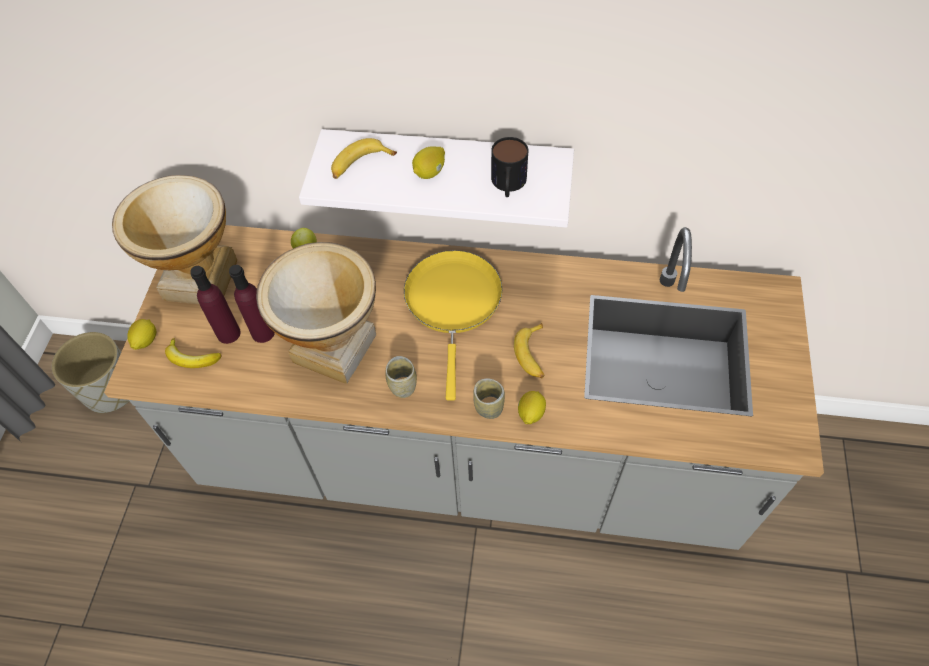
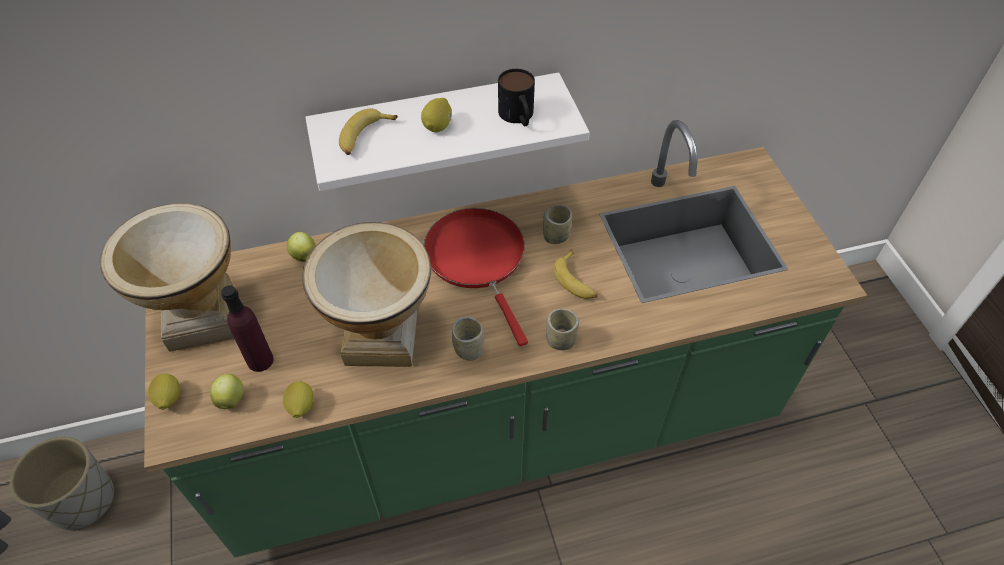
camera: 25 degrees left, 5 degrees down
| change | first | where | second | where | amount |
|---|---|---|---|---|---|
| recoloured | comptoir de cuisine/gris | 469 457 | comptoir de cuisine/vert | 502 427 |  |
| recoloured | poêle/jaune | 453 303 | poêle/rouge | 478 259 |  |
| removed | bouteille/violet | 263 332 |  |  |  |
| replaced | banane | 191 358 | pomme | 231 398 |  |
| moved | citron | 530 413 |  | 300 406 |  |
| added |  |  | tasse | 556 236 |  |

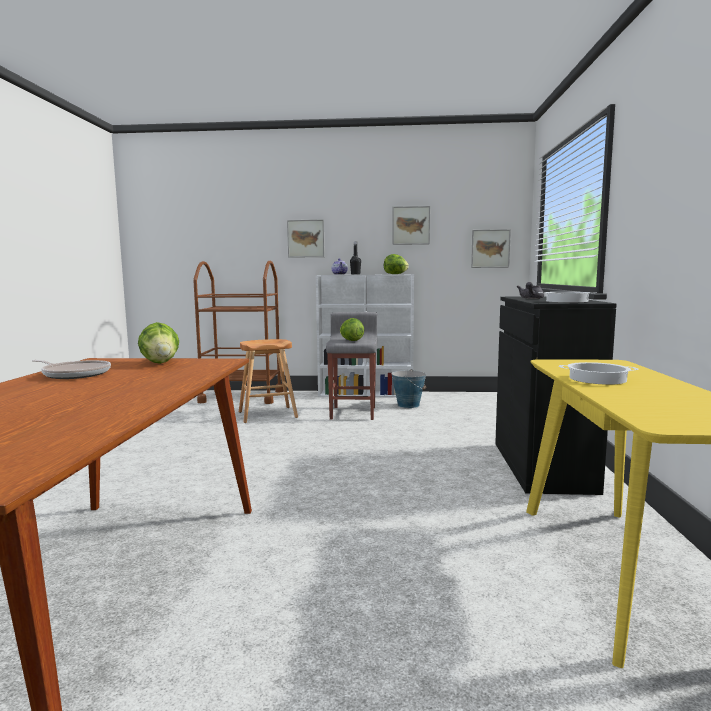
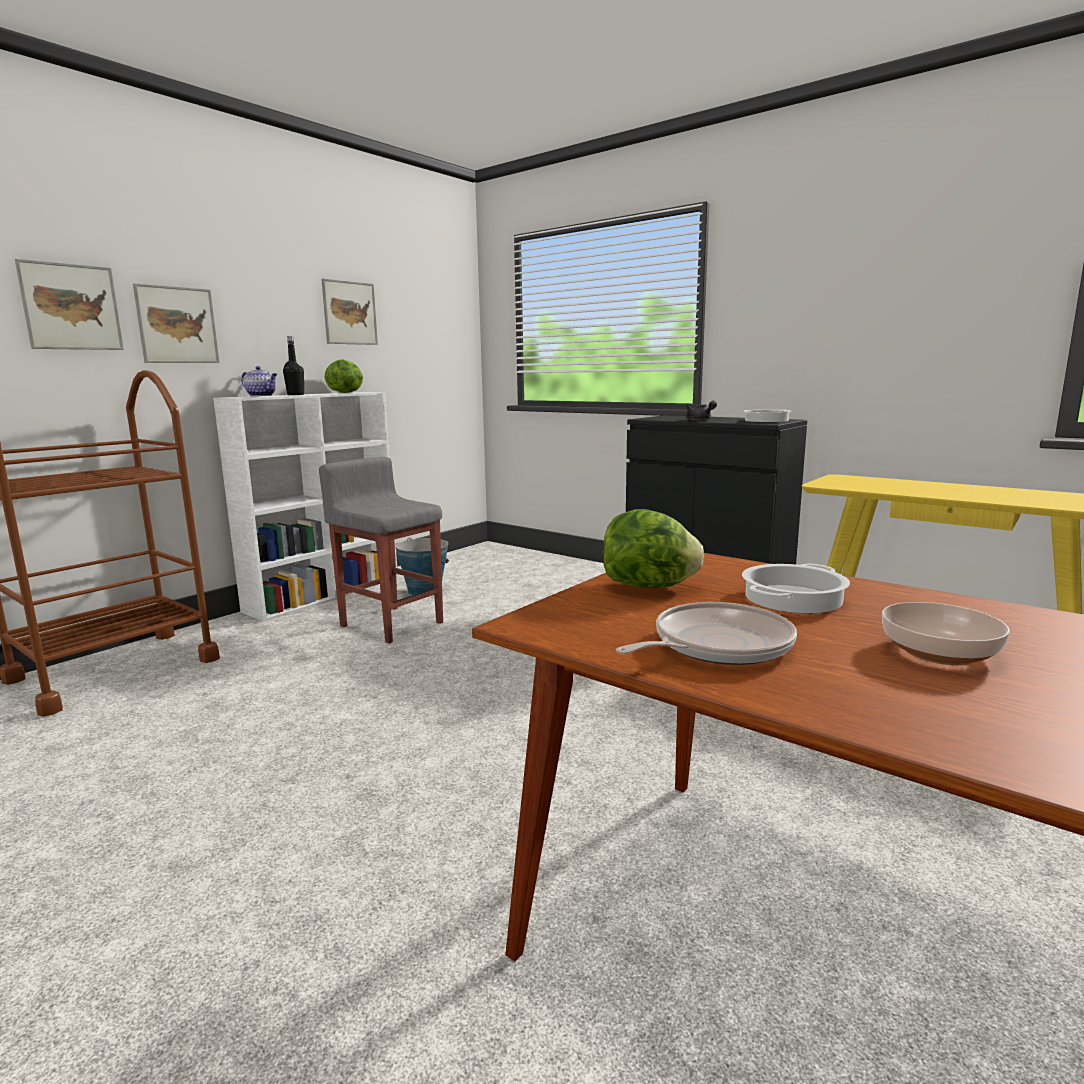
camera: 55 degrees left, 5 degrees up
| change | first | where | second | where | amount |
|---|---|---|---|---|---|
| moved | tableau | 490 248 |  | 71 307 |  |
| removed | laitue | 351 340 |  |  |  |
| removed | tabouret/marron | 267 415 |  |  |  |
| moved | marmite | 597 379 |  | 792 598 |  |
| added |  |  | bol | 939 653 |  |

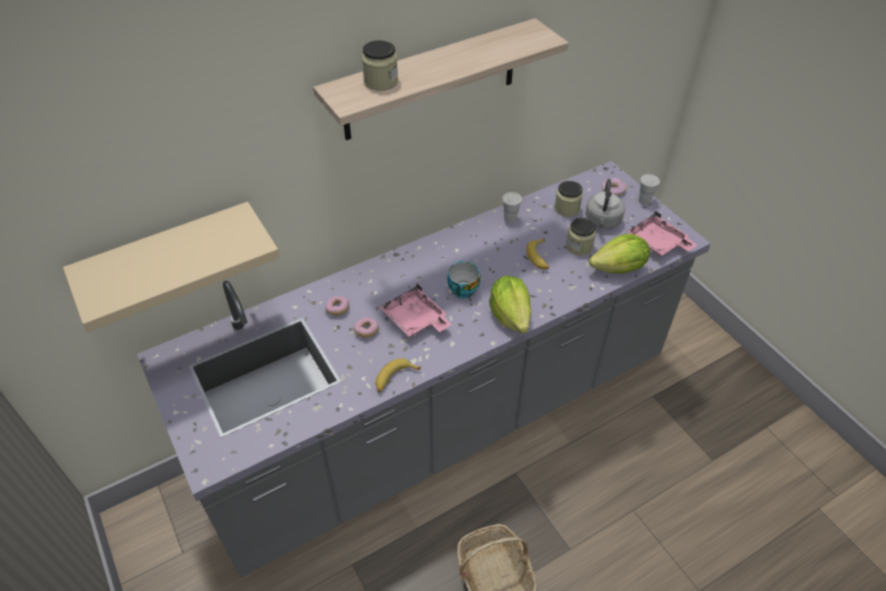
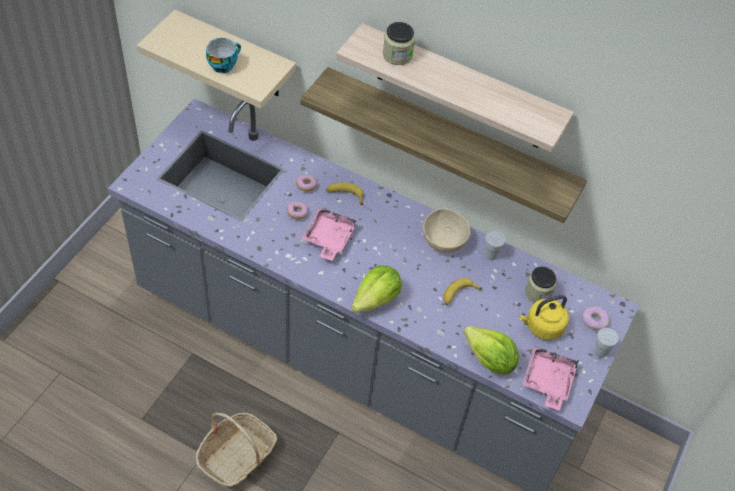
camera: 55 degrees right, 5 degrees up
| change | first | where | second | where | amount |
|---|---|---|---|---|---|
| recoloured | bouilloire/gris | 602 222 | bouilloire/jaune | 542 327 |  |
| removed | bocal | 579 246 |  |  |  |
| moved | tasse | 462 289 |  | 223 64 |  |
| moved | banane | 394 378 |  | 345 195 |  |
| added |  |  | étagère | 448 141 |  |
| added |  |  | bol/beige | 444 240 |  |

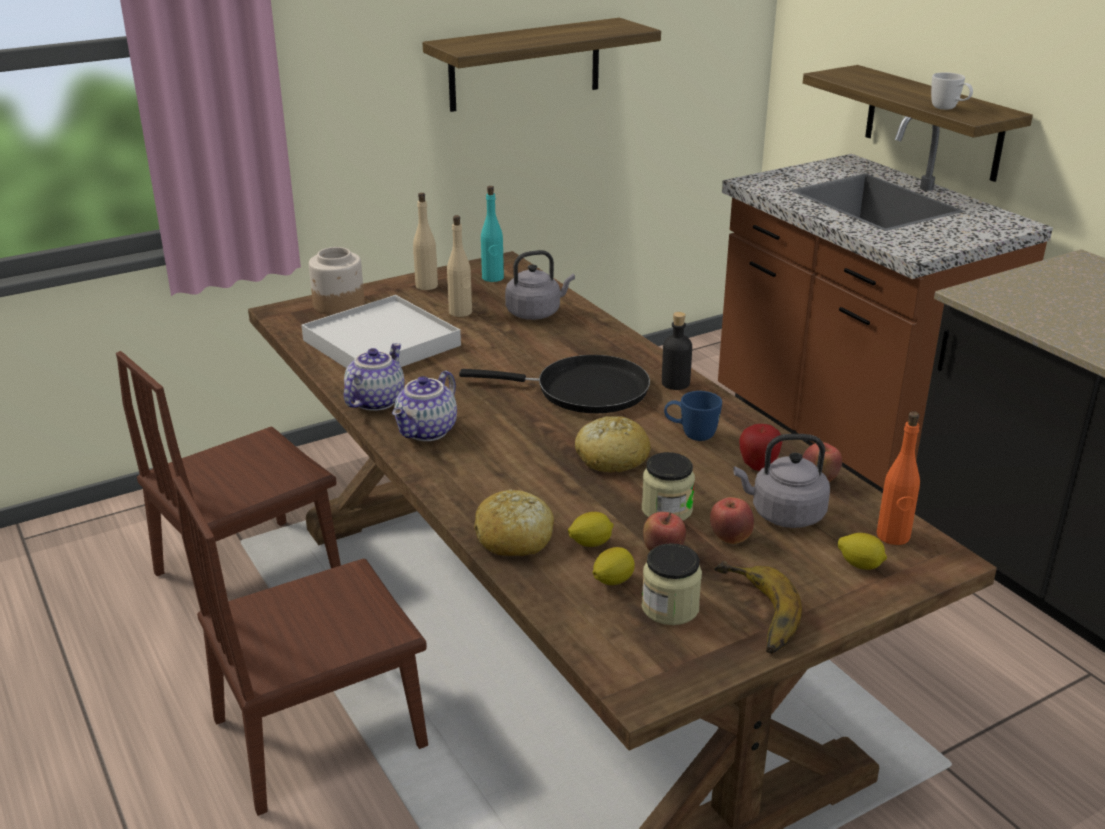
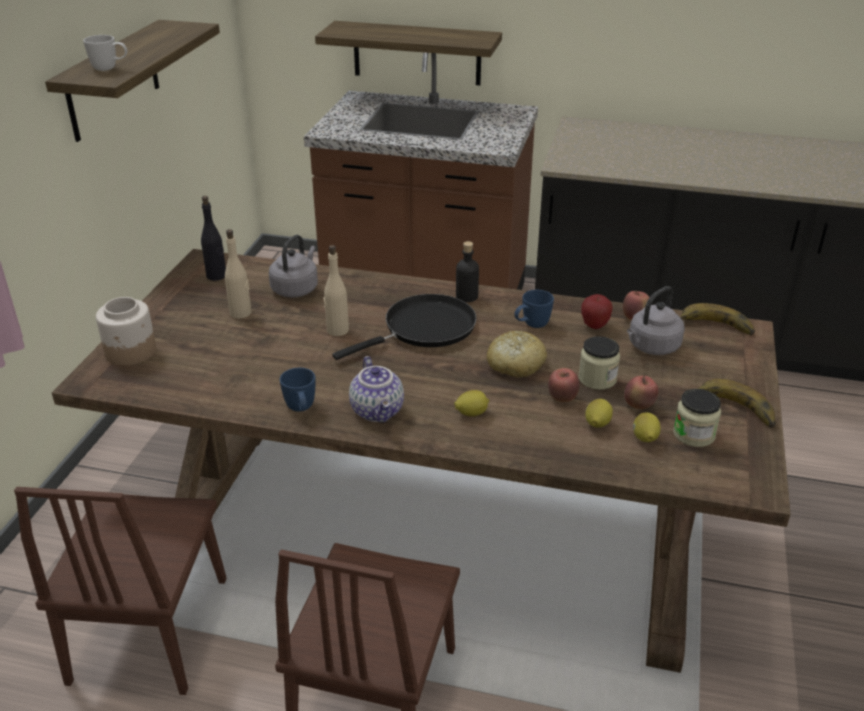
camera: 45 degrees left, 5 degrees up
| change | first | where | second | where | amount |
|---|---|---|---|---|---|
| moved | mug/blanc | 949 109 |  | 110 69 |  |
| recoloured | bouteille/turquoise | 492 278 | bouteille/noir | 217 276 |  |
| moved | bouteille/beige | 426 286 |  | 337 330 |  |
| removed | plateau/blanc | 381 343 |  |  |  |
| replaced | théière | 375 401 | mug/bleu | 301 410 |  |
| replaced | bouteille/orange | 893 536 | banane | 713 330 |  |
| removed | pain | 514 538 |  |  |  |
| moved | pomme | 730 539 |  | 562 398 |  |
| moved | citron | 860 565 |  | 471 413 |  |

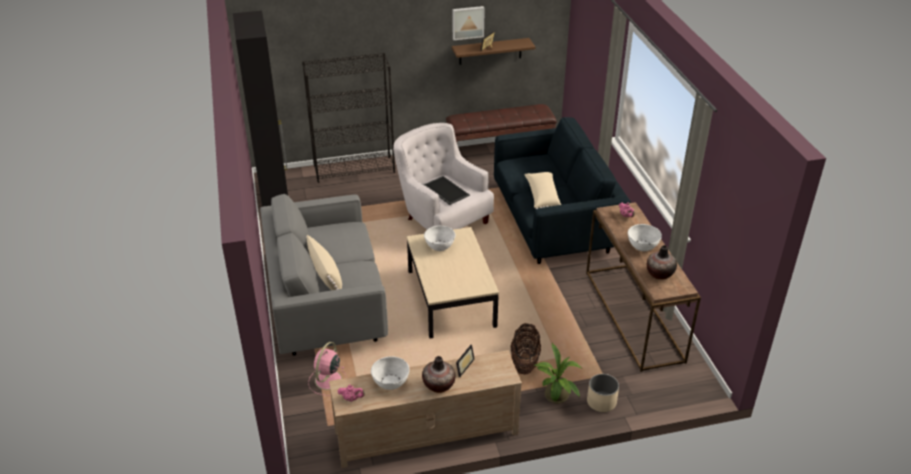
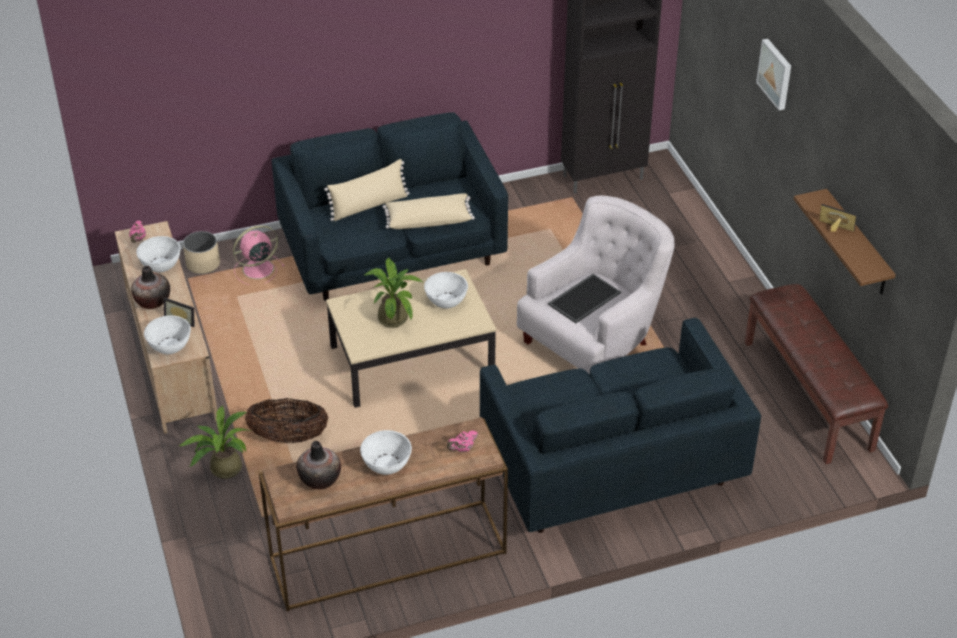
camera: 85 degrees right, 5 degrees up
| change | first | where | second | where | amount |
|---|---|---|---|---|---|
| moved | tableau | 467 22 |  | 776 73 |  |
| removed | bibliothèque/noir | 355 169 |  |  |  |
| moved | coussin/beige | 542 197 |  | 428 220 |  |
| recoloured | canapé/gris | 326 303 | canapé/bleu | 392 251 |  |
| turned | ventilateur/rose | 327 381 |  | 257 270 | 45 degrees counterclockwise |
| moved | cache-pot/beige | 601 402 |  | 203 264 |  |
| added |  |  | plante en pot | 393 316 |  |
| added |  |  | bol/blanc | 169 346 |  |

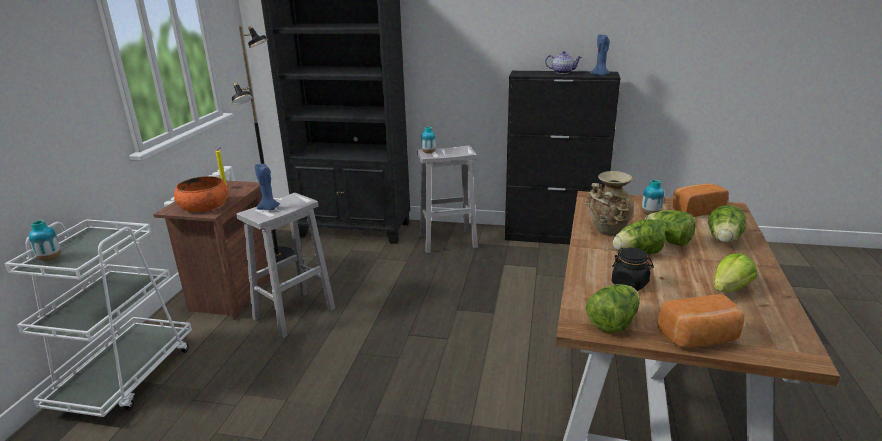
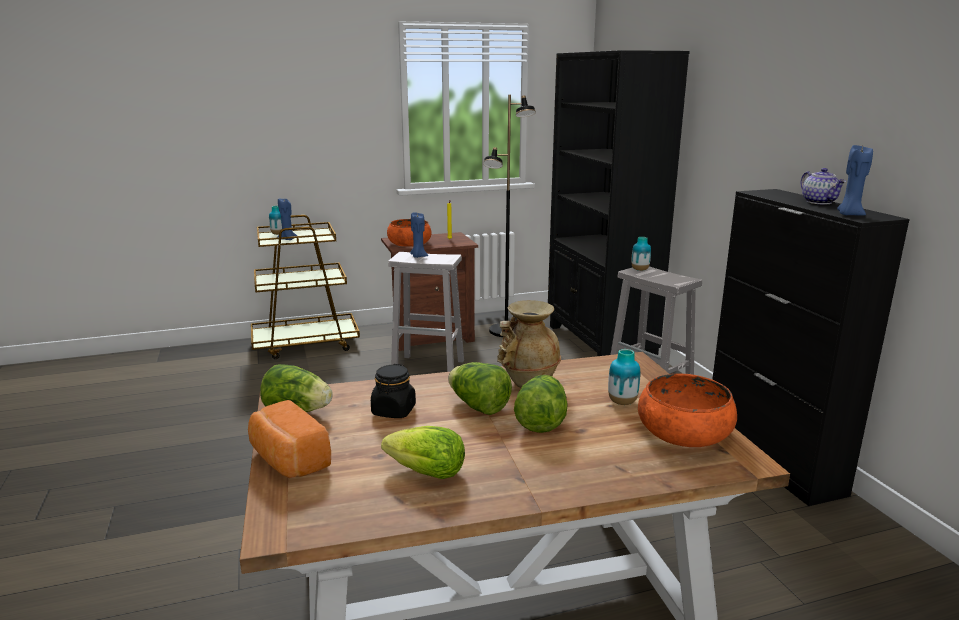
camera: 60 degrees right, 5 degrees down
| change | first | where | second | where | amount |
|---|---|---|---|---|---|
| replaced | pain | 695 210 | bol/orange | 684 432 |  |
| removed | laitue | 723 240 |  |  |  |
| recoloured | chariot/blanc | 125 376 | chariot/marron | 306 344 |  |
| added |  |  | bougie/bleu | 288 239 |  |

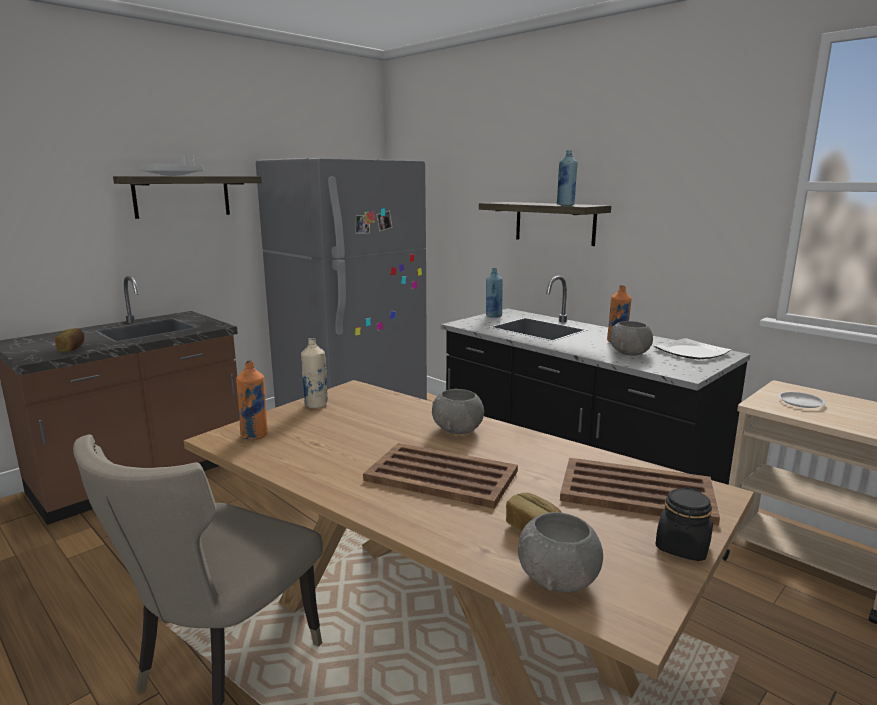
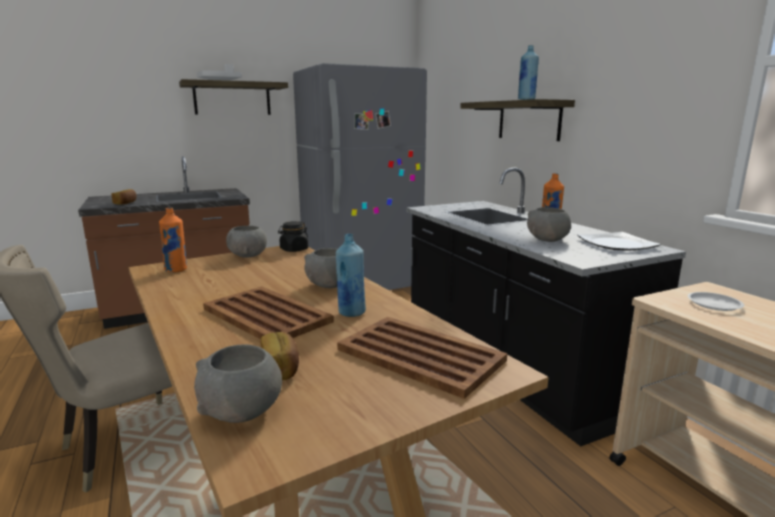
camera: 20 degrees right, 0 degrees up
| change | first | where | second | where | amount |
|---|---|---|---|---|---|
| moved | bouteille/bleu | 493 316 |  | 351 312 |  |
| replaced | bouteille/beige | 316 405 | bol/gris | 248 255 |  |
| moved | bocal/noir | 682 547 |  | 294 249 |  |

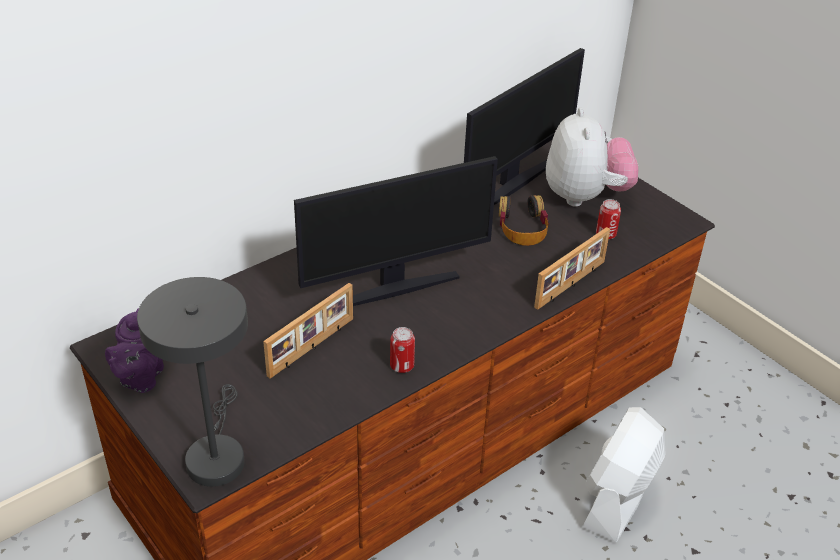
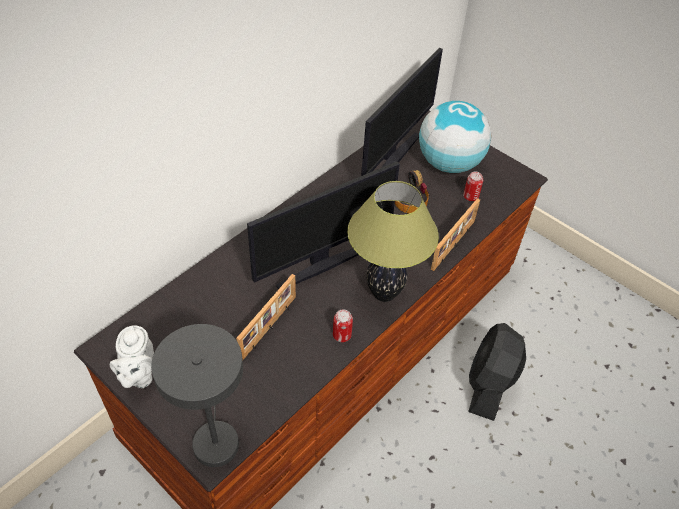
camera: 10 degrees left, 10 degrees up
| change | first | where | second | where | amount |
|---|---|---|---|---|---|
| replaced | peluche | 585 196 | globe | 448 163 |  |
| recoloured | théière/violet | 140 378 | théière/blanc | 138 375 |  |
| recoloured | ventilateur/blanc | 618 498 | ventilateur/noir | 489 384 |  |
| added |  |  | lampe de table | 383 293 |  |

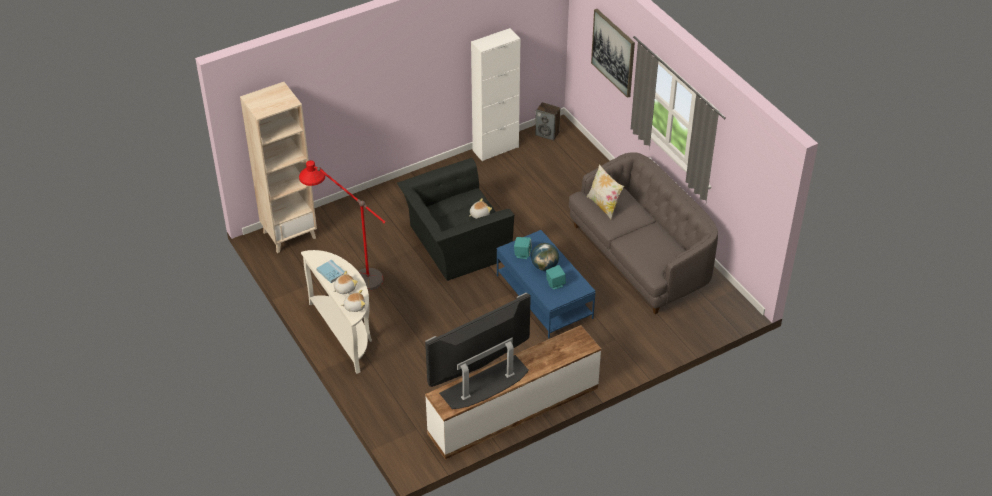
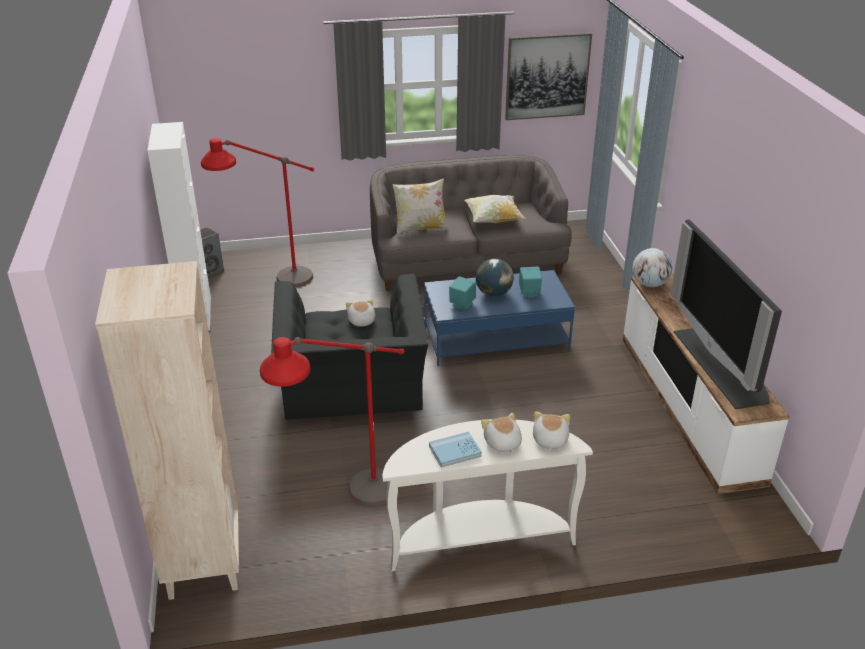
camera: 70 degrees left, 10 degrees down
| change | first | where | second | where | amount |
|---|---|---|---|---|---|
| moved | tableau | 613 52 |  | 547 76 |  |
| added |  |  | lampadaire/rouge | 272 286 |  |
| added |  |  | coussin | 493 220 |  |
| added |  |  | globe | 649 284 |  |

